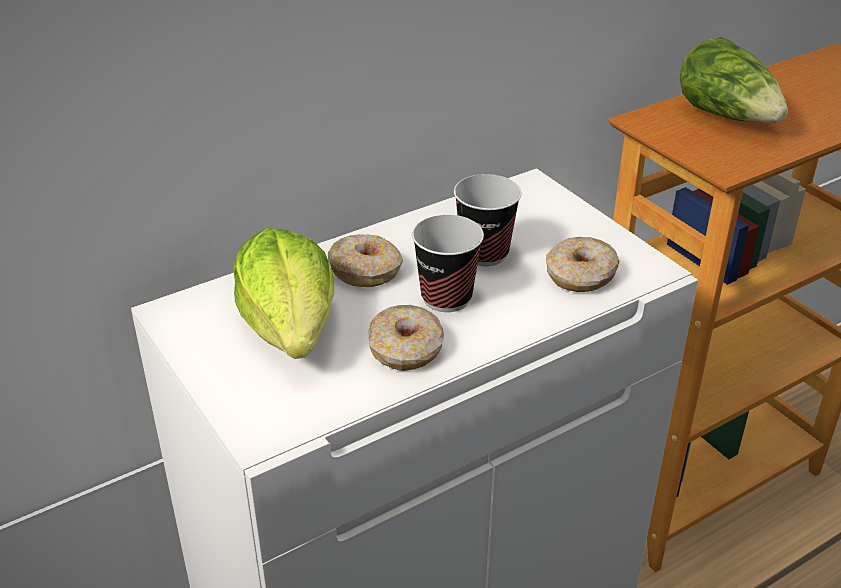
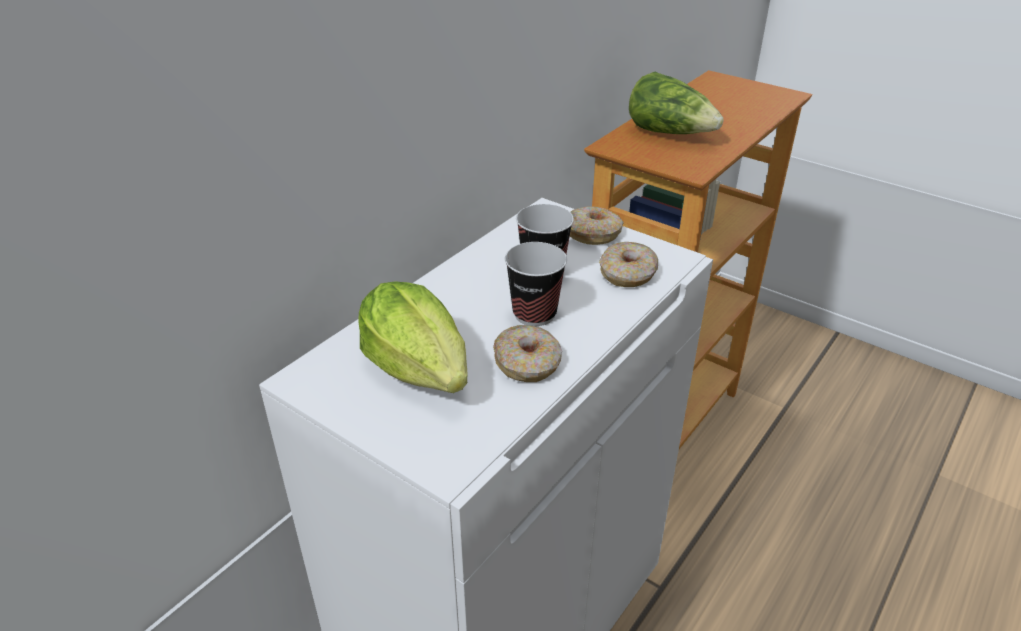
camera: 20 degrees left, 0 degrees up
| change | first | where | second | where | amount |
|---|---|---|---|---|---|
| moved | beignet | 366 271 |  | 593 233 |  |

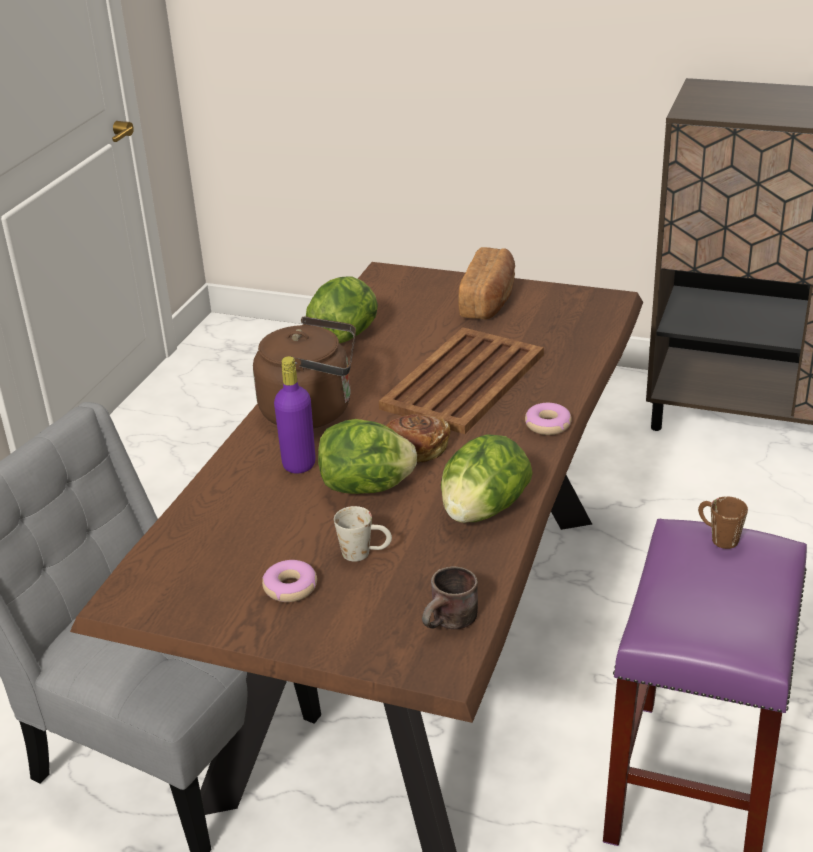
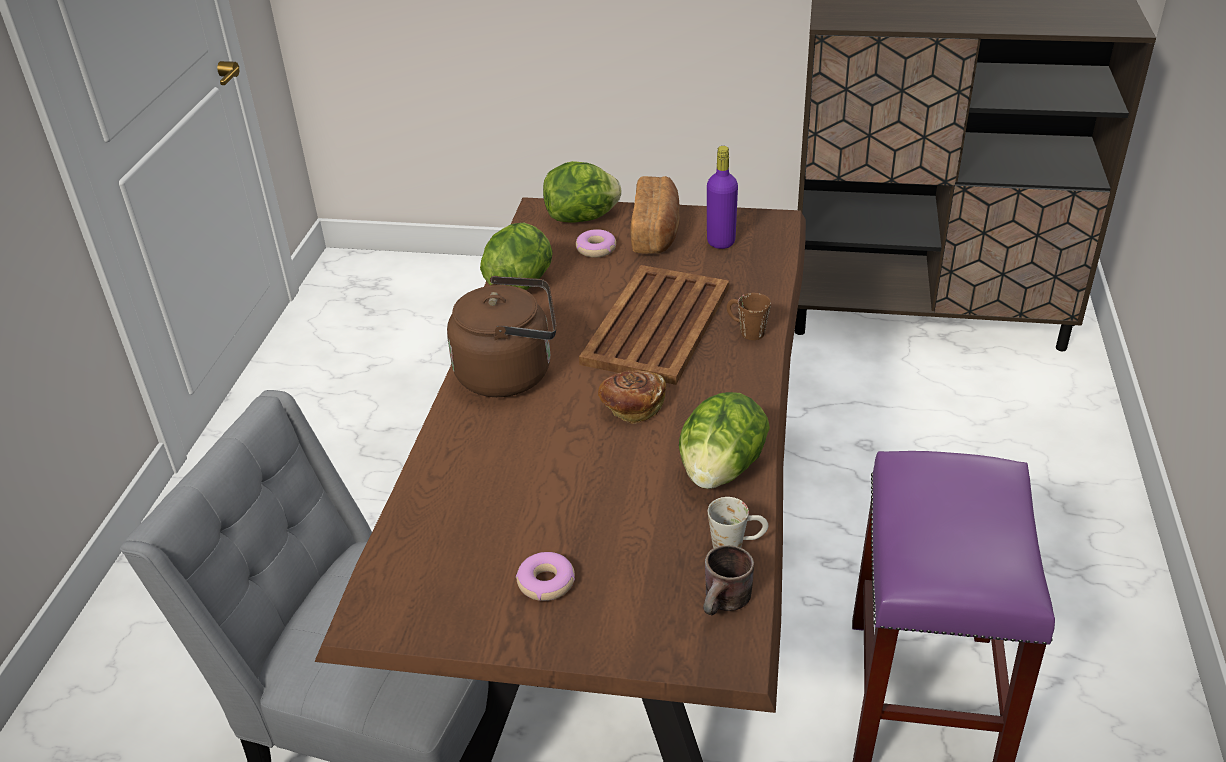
camera: 10 degrees left, 5 degrees up
| change | first | where | second | where | amount |
|---|---|---|---|---|---|
| moved | bouteille/violet | 299 464 |  | 721 242 |  |
| moved | beignet | 548 425 |  | 596 249 |  |
| moved | laitue | 367 488 |  | 582 218 |  |
| moved | mug/marron | 717 537 |  | 745 331 |  |
| moved | mug/blanc | 365 553 |  | 737 544 |  |

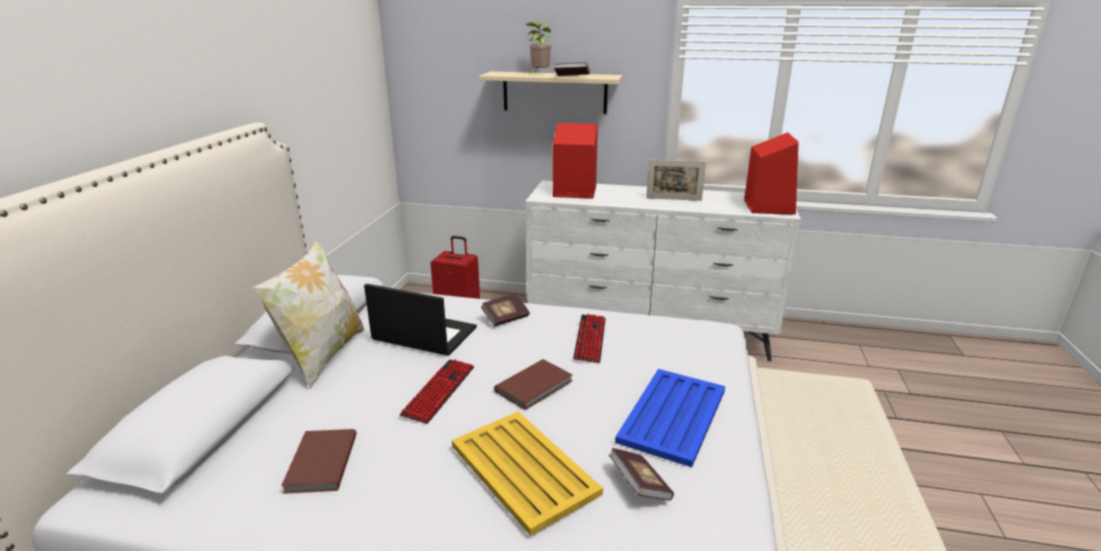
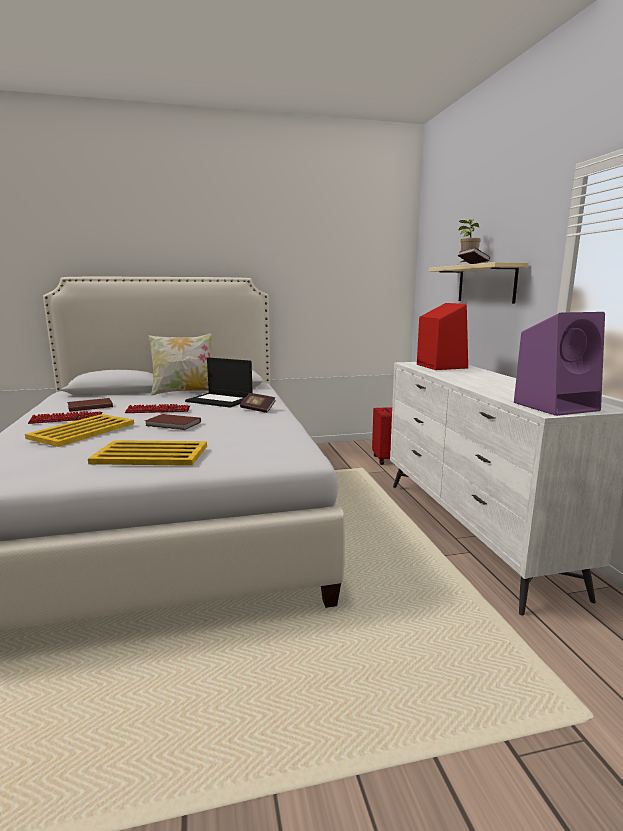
camera: 65 degrees right, 10 degrees down
| change | first | where | second | where | amount |
|---|---|---|---|---|---|
| recoloured | enceinte/rouge | 768 206 | enceinte/violet | 556 406 |  |
| removed | cadre photo | 673 199 |  |  |  |
| turned | ordinateur portable | 423 334 |  | 220 400 | 120 degrees clockwise |
| moved | clavier | 590 339 |  | 66 419 |  |
| recoloured | plateau/bleu | 672 416 | plateau/jaune | 149 454 |  |
| removed | livre | 639 485 |  |  |  |

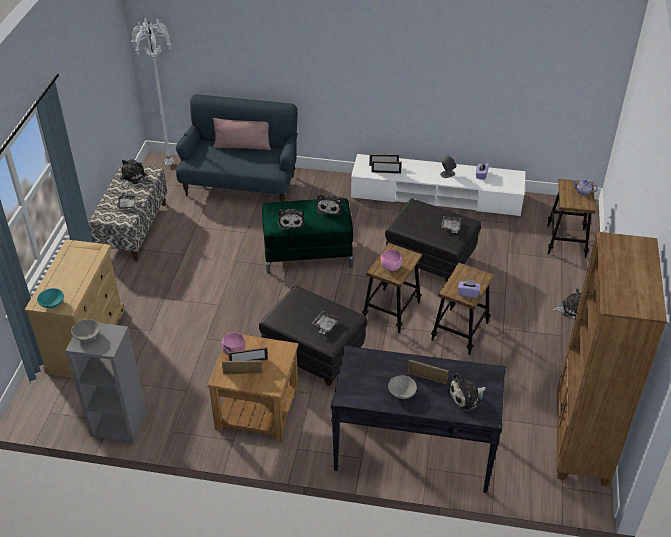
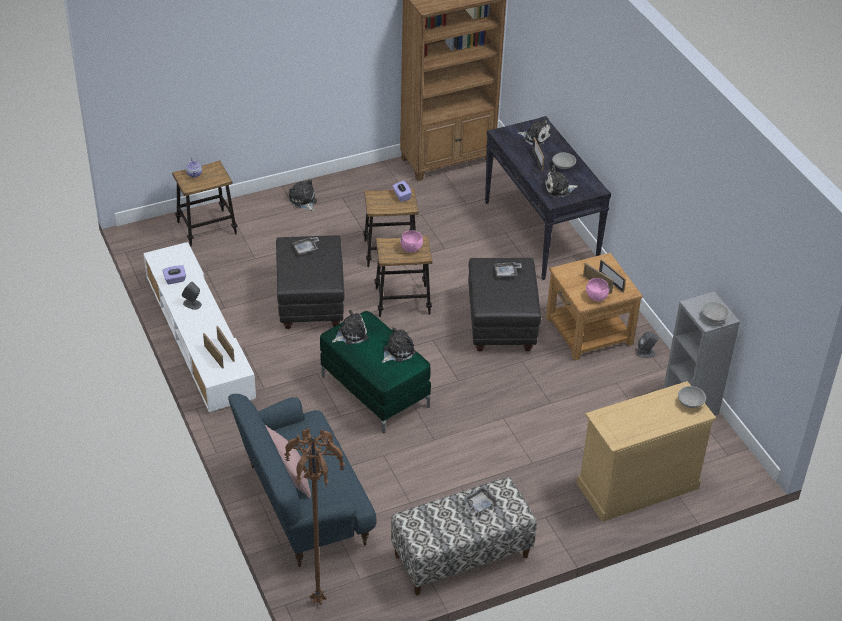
camera: 125 degrees left, 0 degrees up
| change | first | where | second | where | amount |
|---|---|---|---|---|---|
| recoloured | lampadaire/blanc | 170 165 | lampadaire/marron | 319 599 |  |
| moved | peluche | 131 178 |  | 559 189 |  |
| recoloured | bol/turquoise | 52 303 | bol/gris | 690 403 |  |
| added |  |  | enceinte/gris | 646 353 |  |

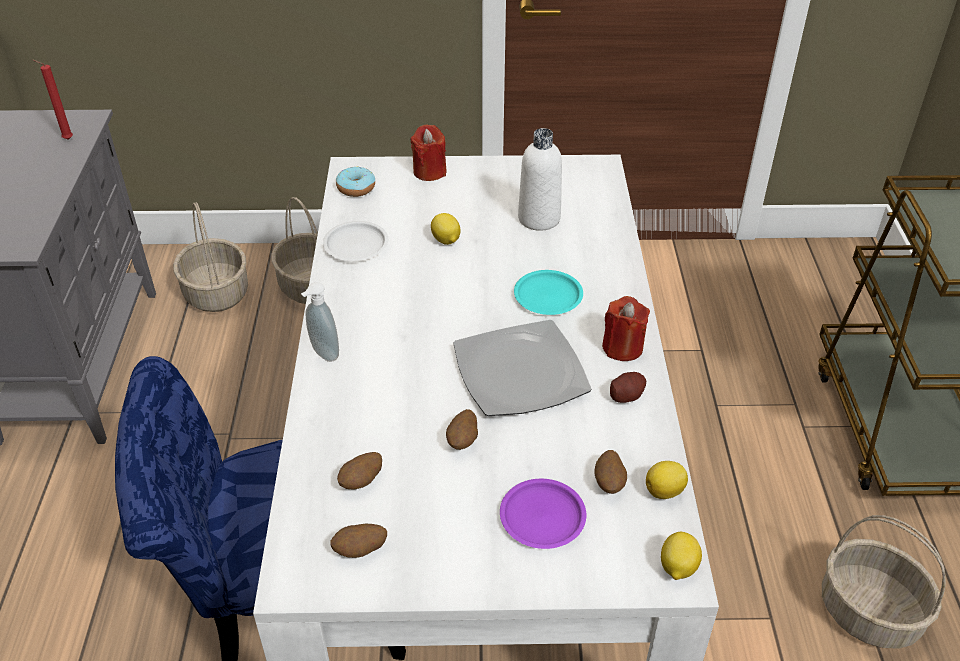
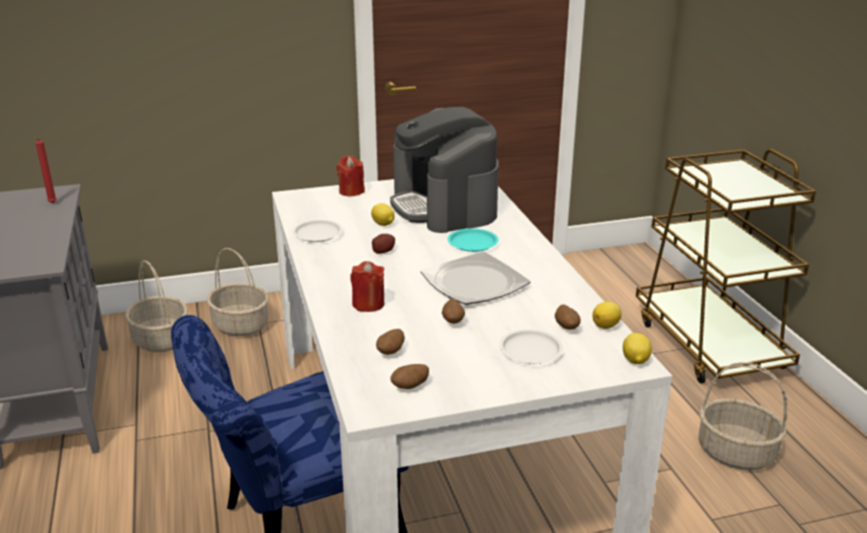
camera: 15 degrees left, 15 degrees down
| change | first | where | second | where | amount |
|---|---|---|---|---|---|
| replaced | bouteille/blanc | 539 218 | machine à café | 444 206 |  |
| removed | beignet | 356 188 |  |  |  |
| removed | distributeur de savon | 323 354 |  |  |  |
| moved | bougie/rouge | 622 347 |  | 368 304 |  |
| moved | pomme de terre | 626 395 |  | 383 251 |  |
| recoloured | assiette/violet | 543 518 | assiette/blanc | 531 351 |  |

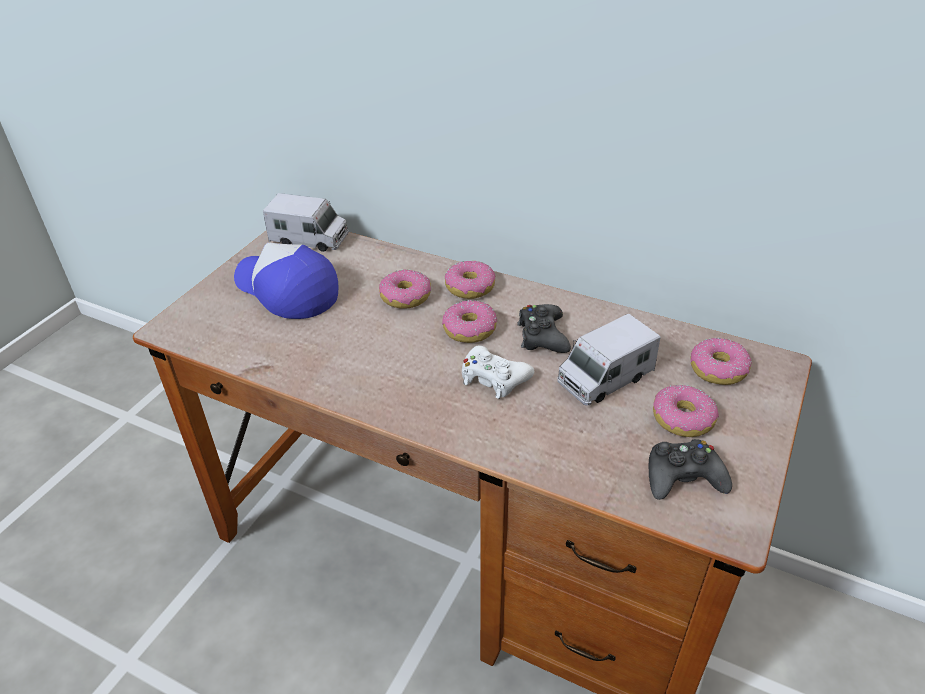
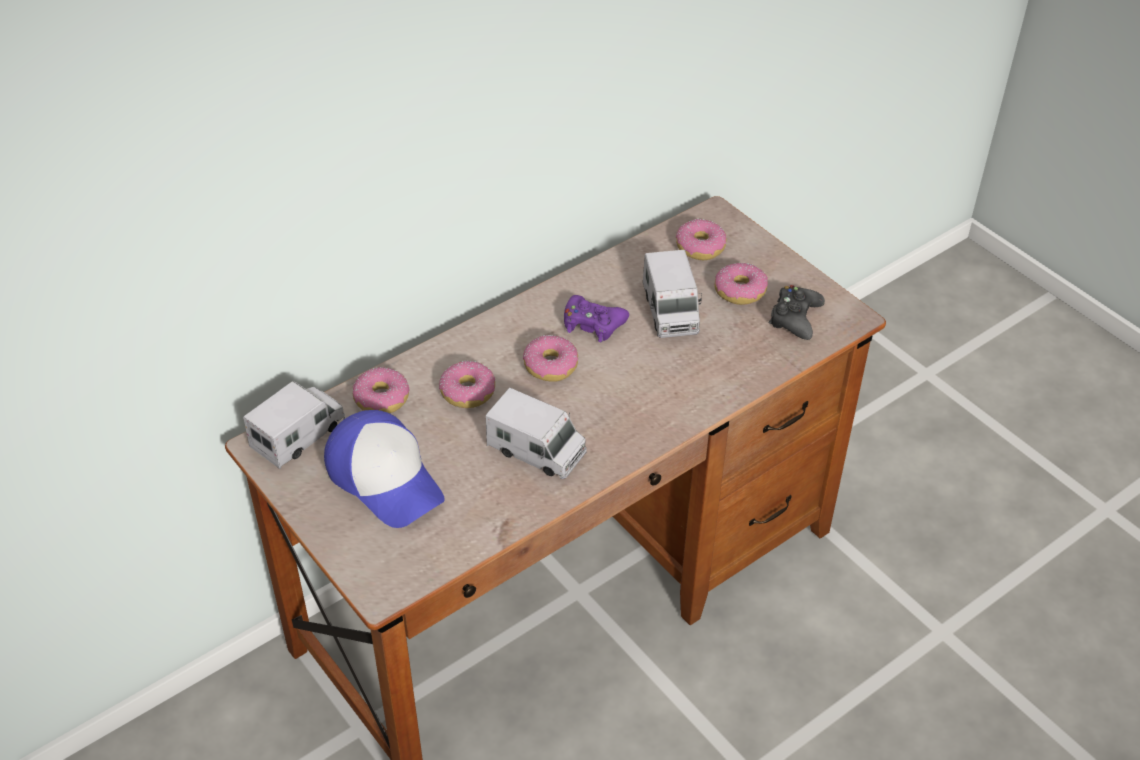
camera: 65 degrees left, 5 degrees up
| change | first | where | second | where | amount |
|---|---|---|---|---|---|
| turned | casquette | 286 290 |  | 385 478 | 105 degrees counterclockwise |
| moved | beignet | 470 287 |  | 382 398 |  |
| recoloured | manette/noir | 542 336 | manette/violet | 592 324 |  |
| removed | manette/blanc | 494 378 |  |  |  |
| added |  |  | camion jouet | 536 451 |  |

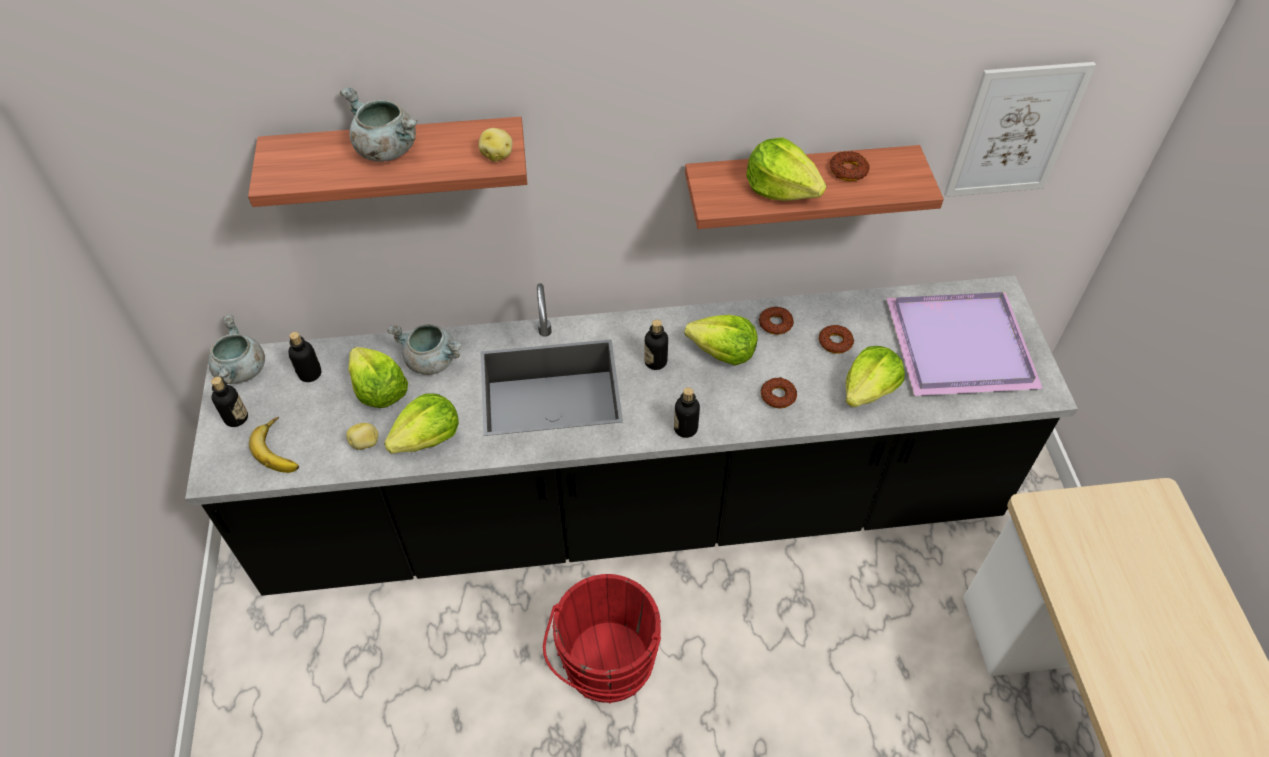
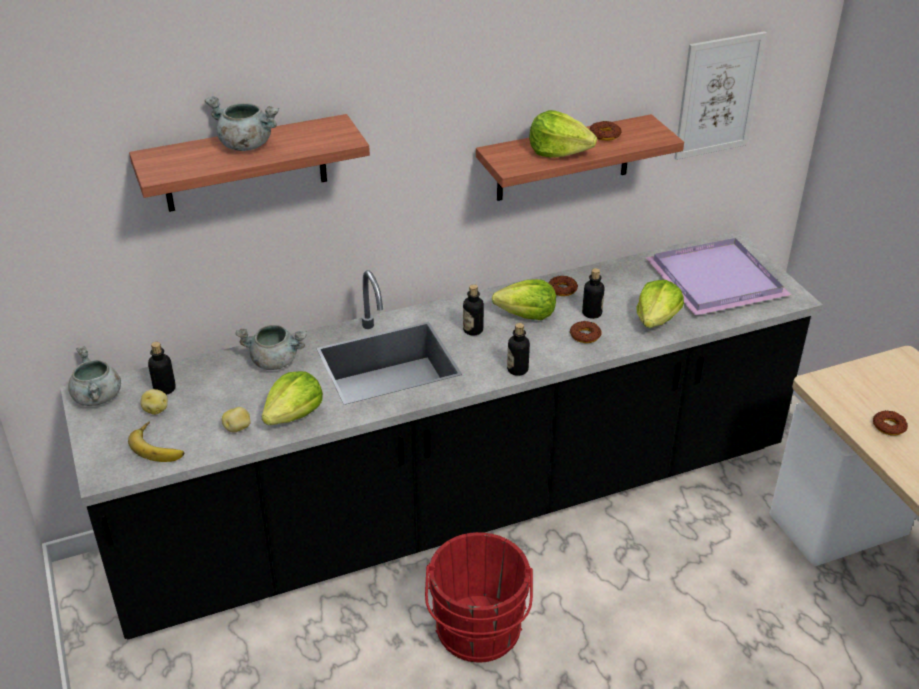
camera: 15 degrees left, 15 degrees down
| change | first | where | second | where | amount |
|---|---|---|---|---|---|
| moved | pomme de terre | 497 155 |  | 156 409 |  |
| moved | beignet | 835 342 |  | 889 426 |  |
| removed | laitue | 379 390 |  |  |  |
| moved | bouteille | 236 418 |  | 592 313 |  |

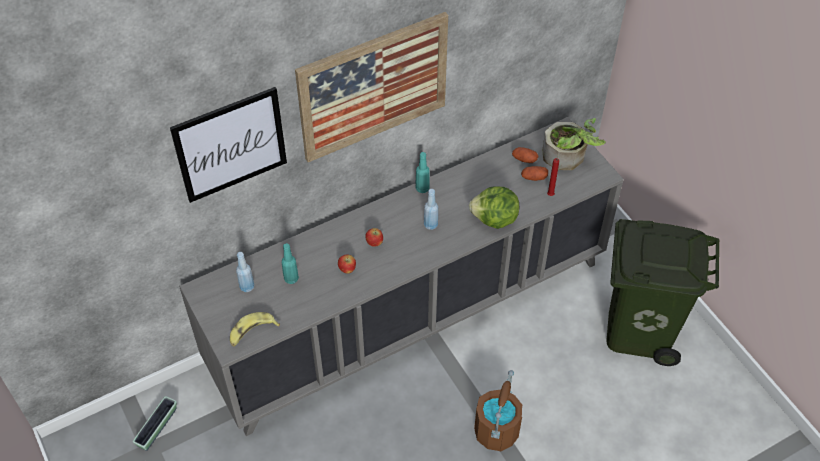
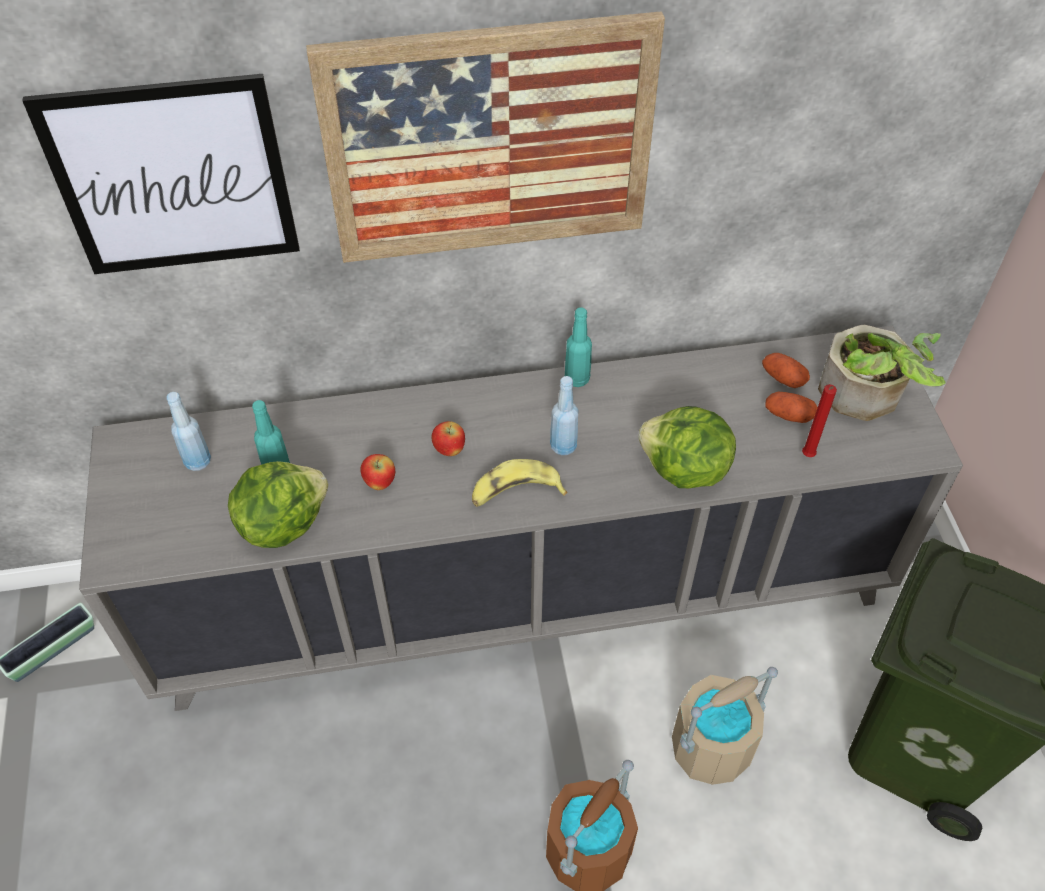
camera: 20 degrees right, 0 degrees up
| change | first | where | second | where | amount |
|---|---|---|---|---|---|
| moved | banane | 252 332 |  | 515 492 |  |
| added |  |  | laitue | 282 523 |  |
| added |  |  | seau/beige | 710 748 |  |

